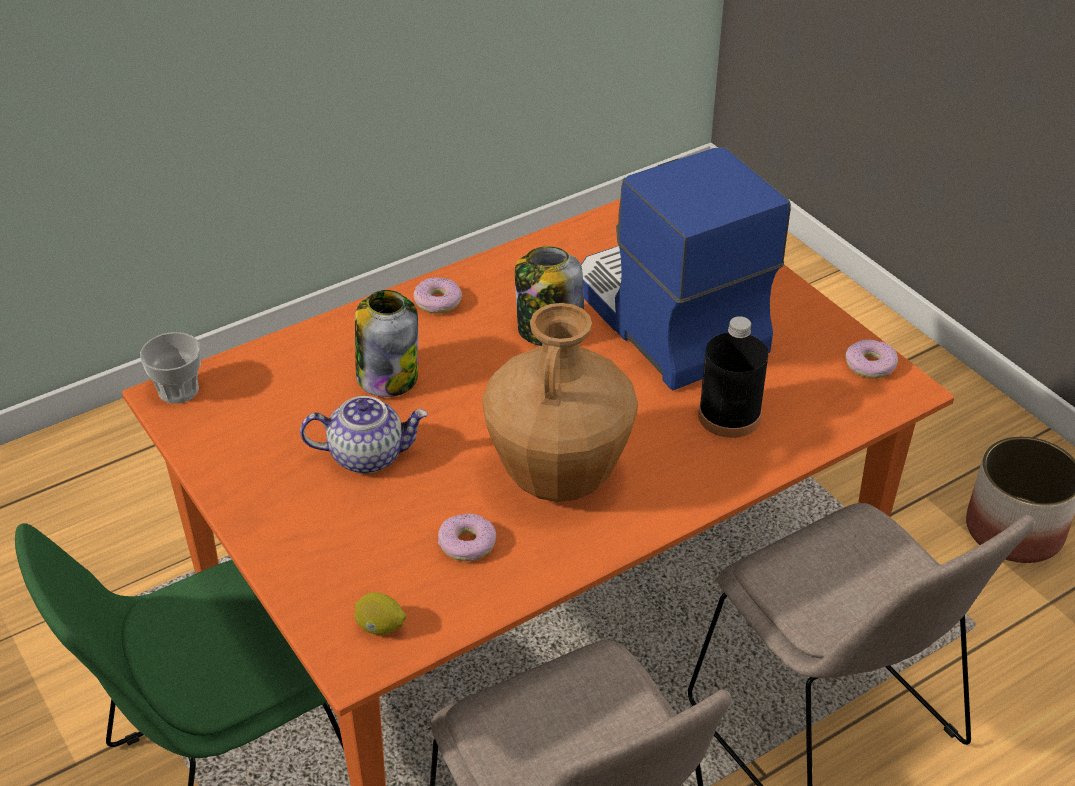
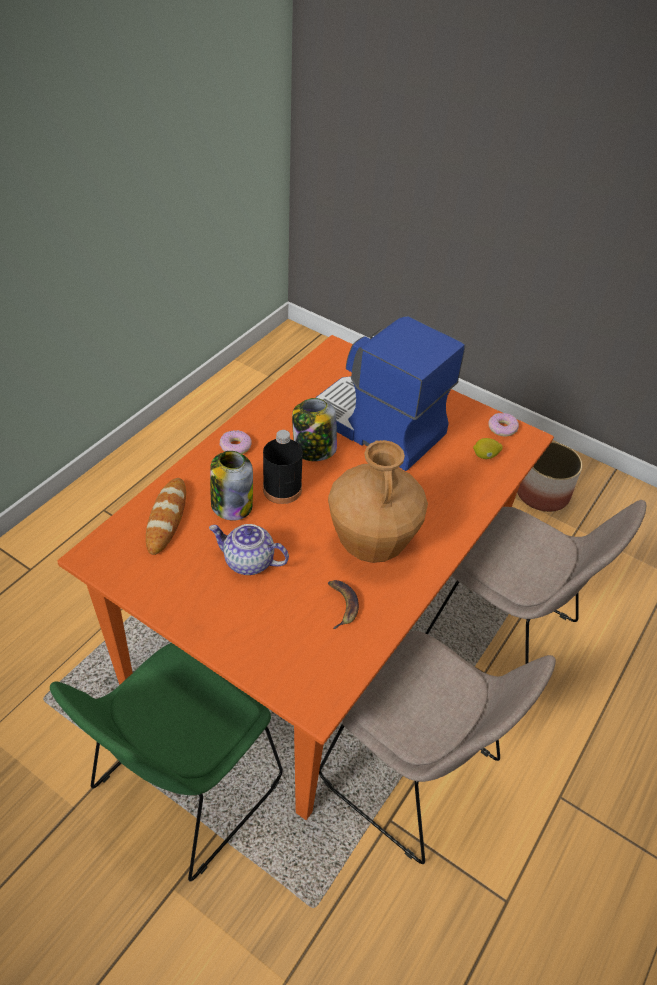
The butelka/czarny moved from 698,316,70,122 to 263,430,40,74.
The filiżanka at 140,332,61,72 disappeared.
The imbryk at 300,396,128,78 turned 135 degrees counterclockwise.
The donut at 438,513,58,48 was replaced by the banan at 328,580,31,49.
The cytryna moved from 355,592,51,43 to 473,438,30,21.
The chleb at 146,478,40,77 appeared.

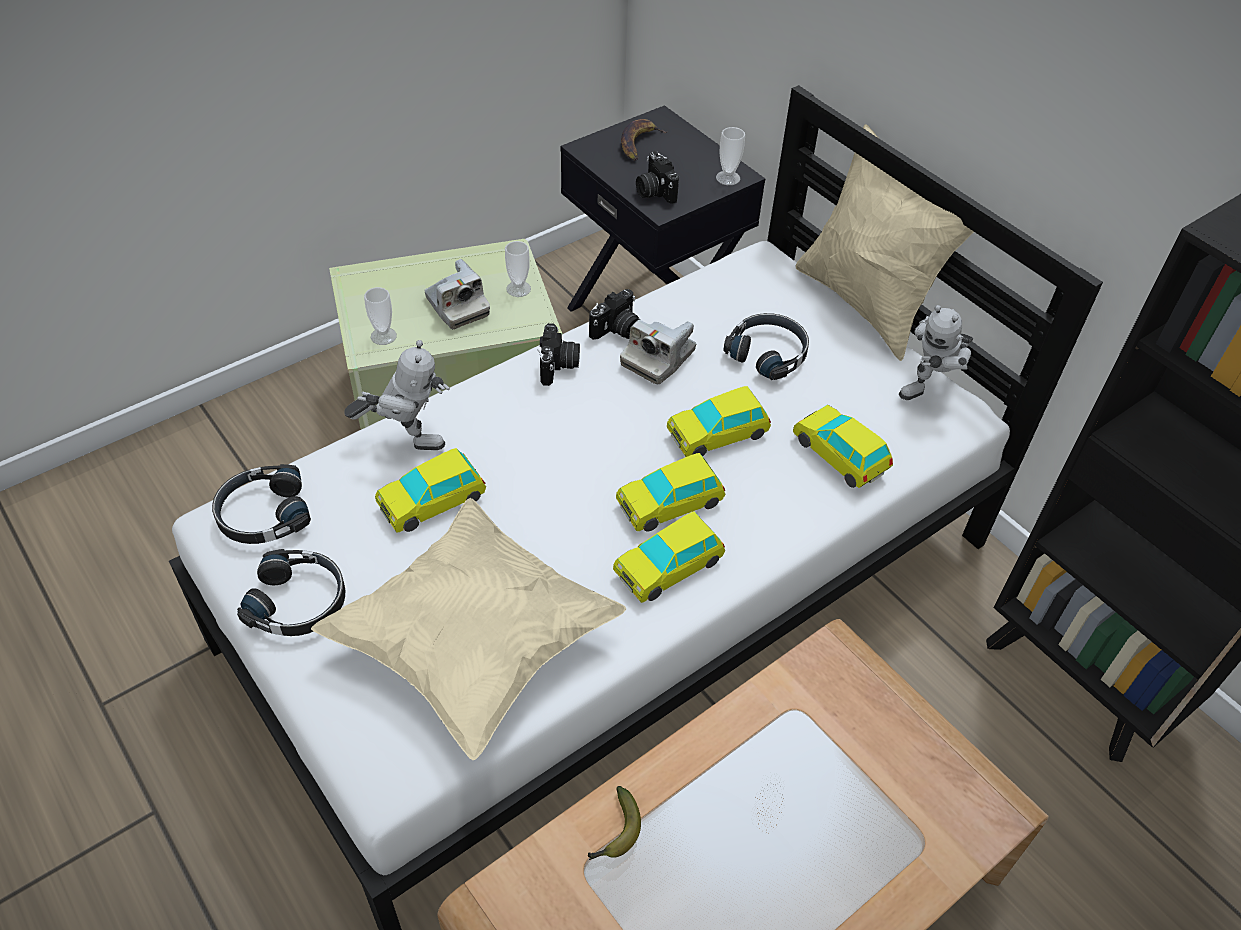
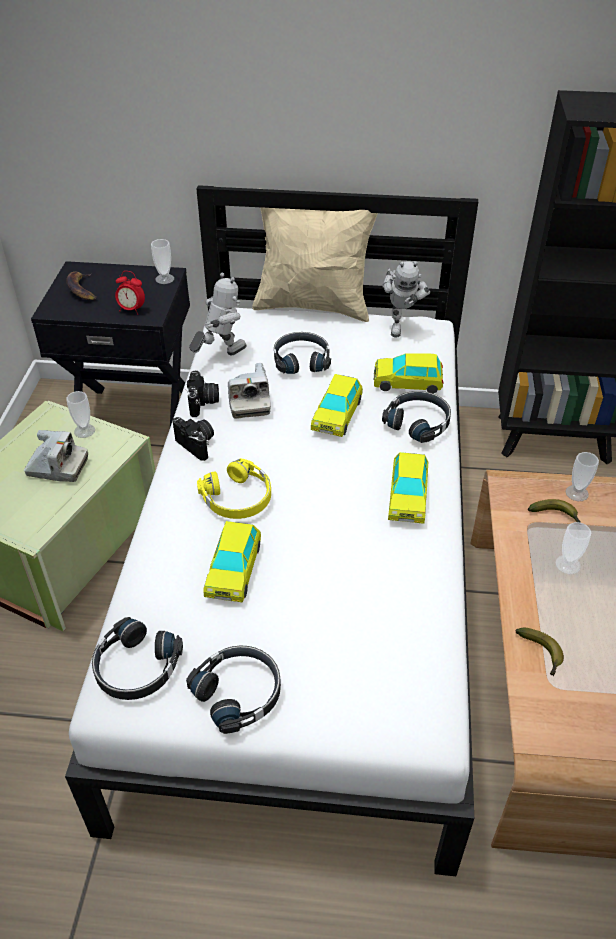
The aparat fotograficzny at 636,151,43,53 was replaced by the budzik at 115,271,30,44.
The filiżanka moved from 364,287,33,58 to 566,452,33,49.
The robot zabawkowy moved from 344,340,106,110 to 189,273,57,82.
The samochodzik at 616,453,109,79 disappeared.
The poduszka/beżowy at 311,498,315,262 disappeared.
The słuchawki/czarny at 382,391,69,52 appeared.
The słuchawki/żółty at 197,458,74,61 appeared.
The banan at 528,499,53,24 appeared.

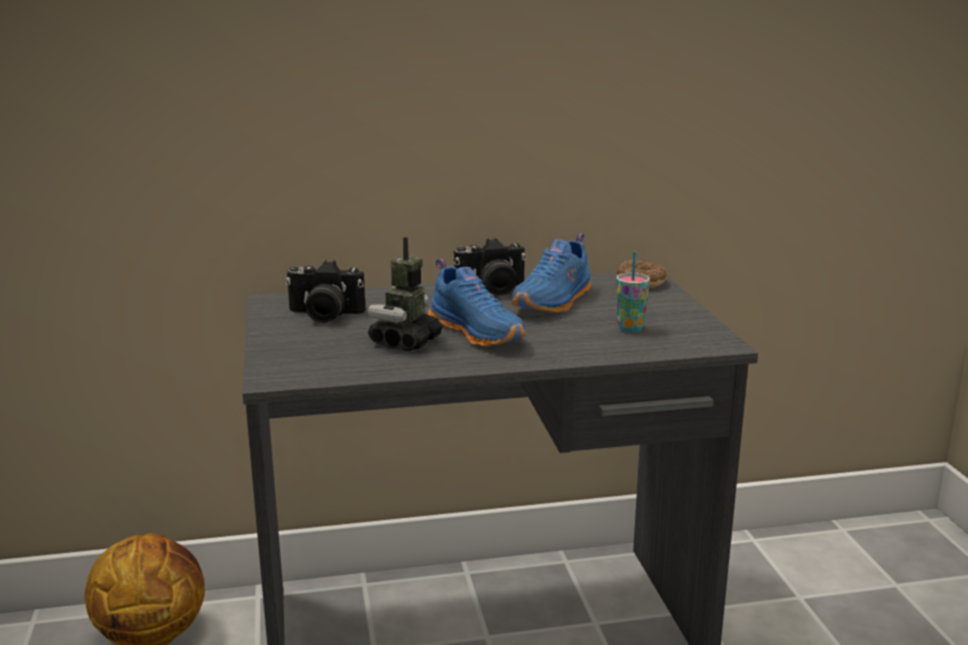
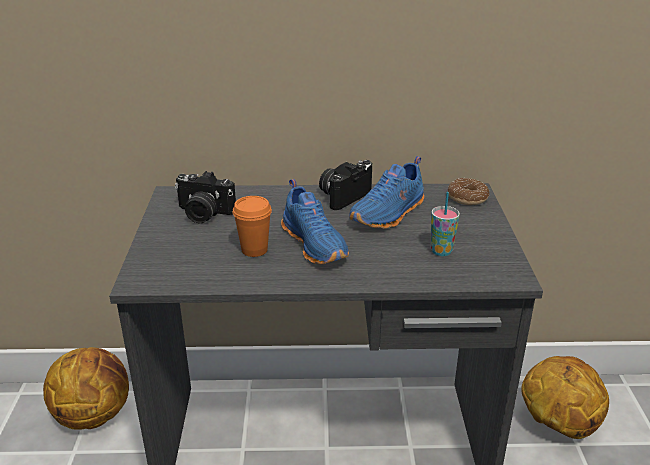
The robot zabawkowy at 368,237,74,114 was replaced by the filiżanka/pomarańczowy at 233,196,39,61.
The aparat fotograficzny at 454,238,72,58 turned 135 degrees clockwise.
The piłka do koszykówki at 521,356,88,83 appeared.

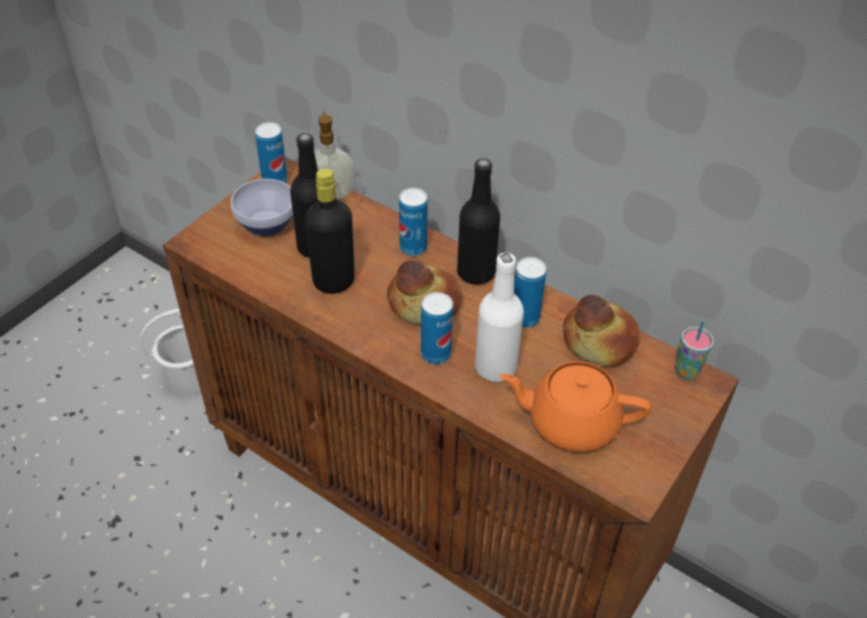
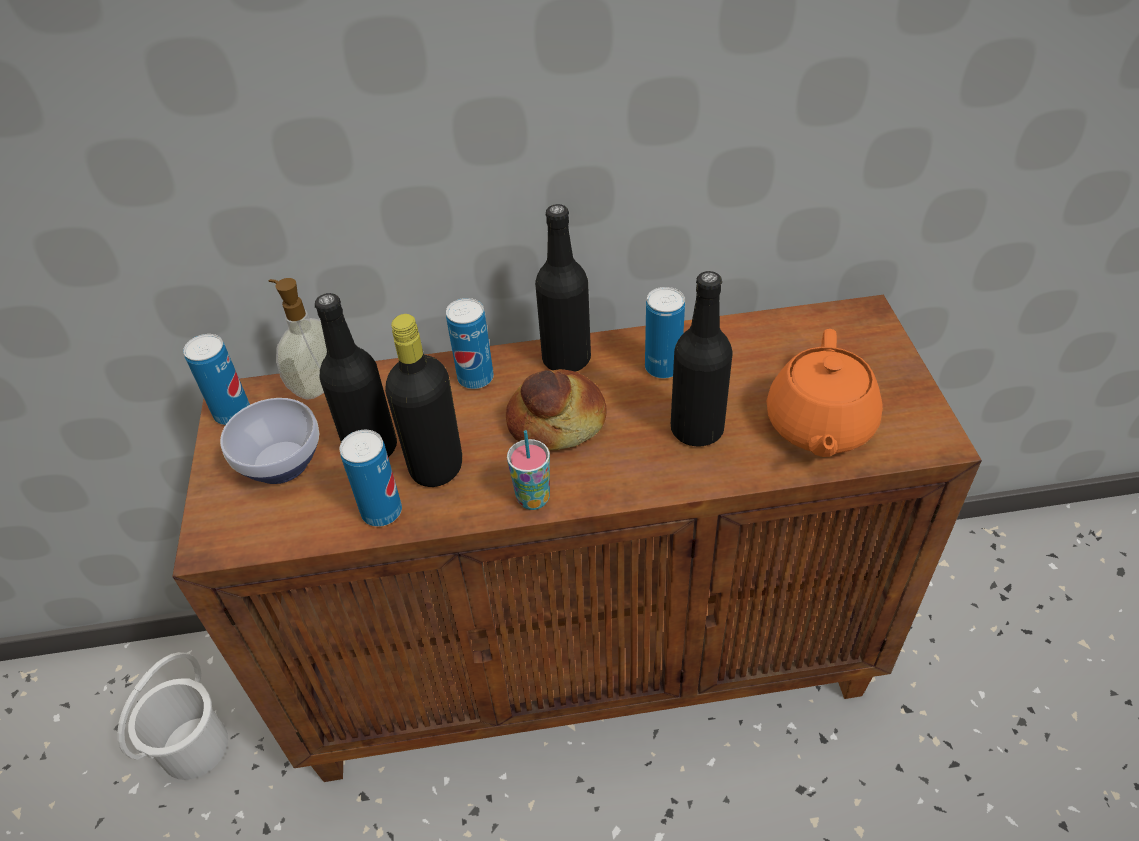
The butelka/biały at 475,252,49,130 became the butelka/czarny at 671,271,61,176.
The puszka moved from 421,292,32,72 to 340,430,62,97.
The chleb at 563,295,77,71 disappeared.
The filiżanka moved from 675,320,39,60 to 507,430,43,80.
The imbryk/pomarańczowy at 500,361,151,91 turned 45 degrees counterclockwise.

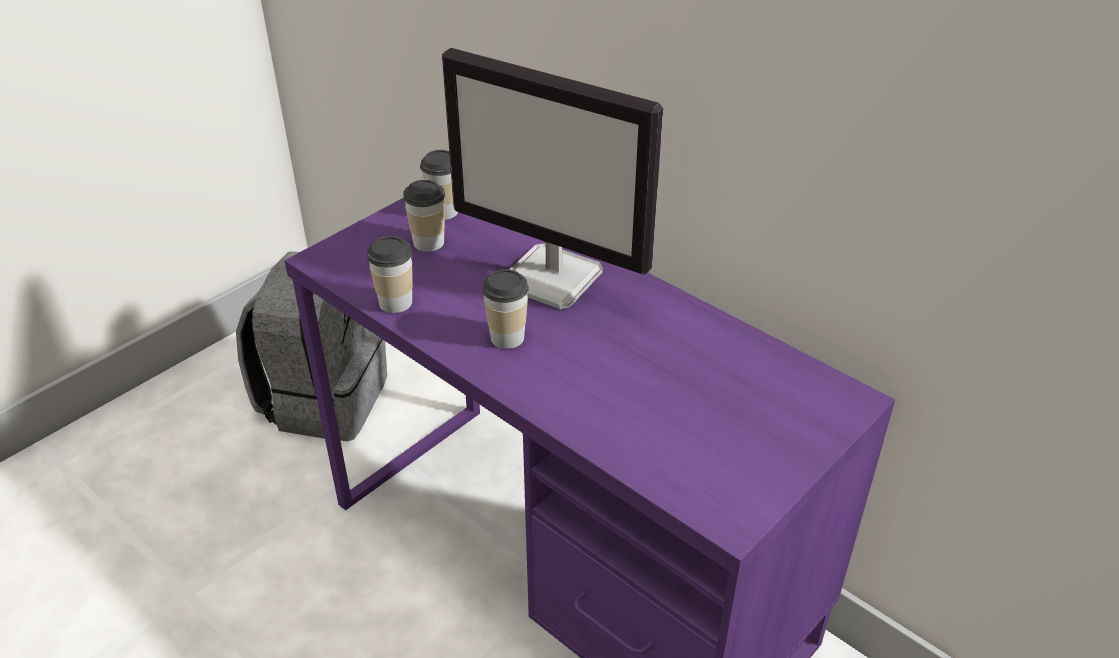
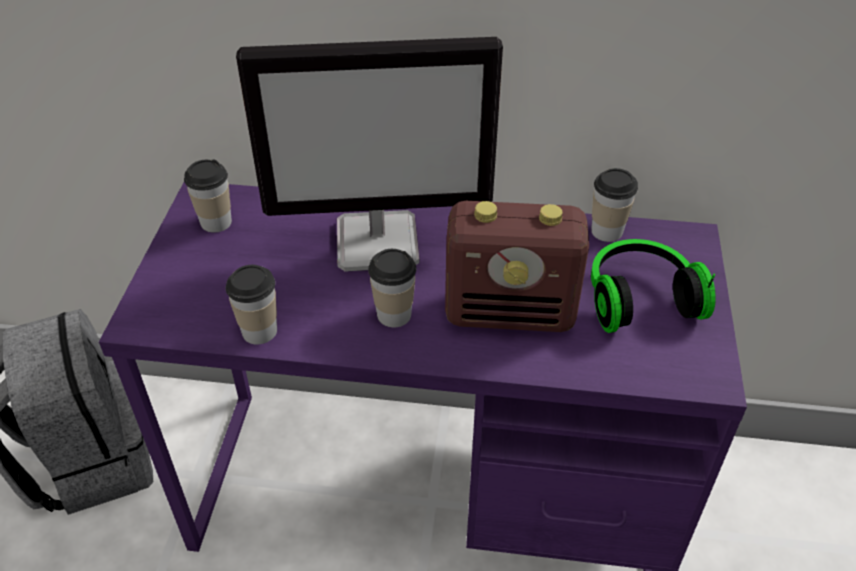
The filiżanka moved from 403,180,42,72 to 591,168,47,74.
The radio at 445,201,144,131 appeared.
The słuchawki at 591,239,125,94 appeared.

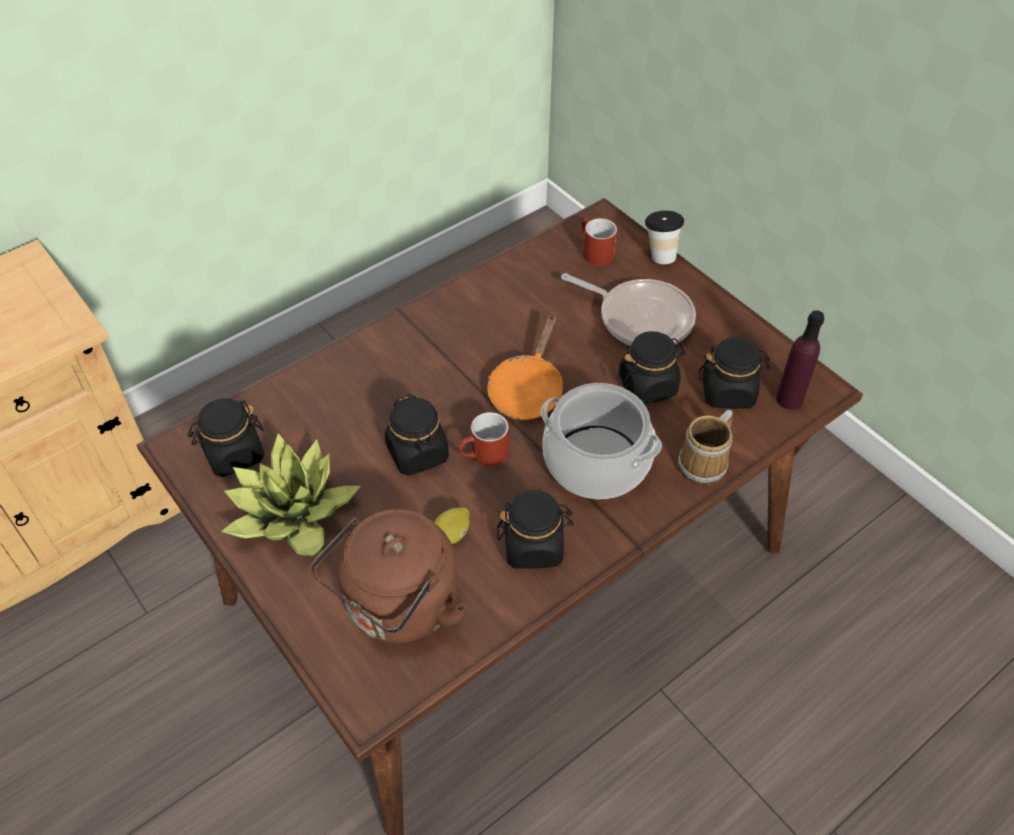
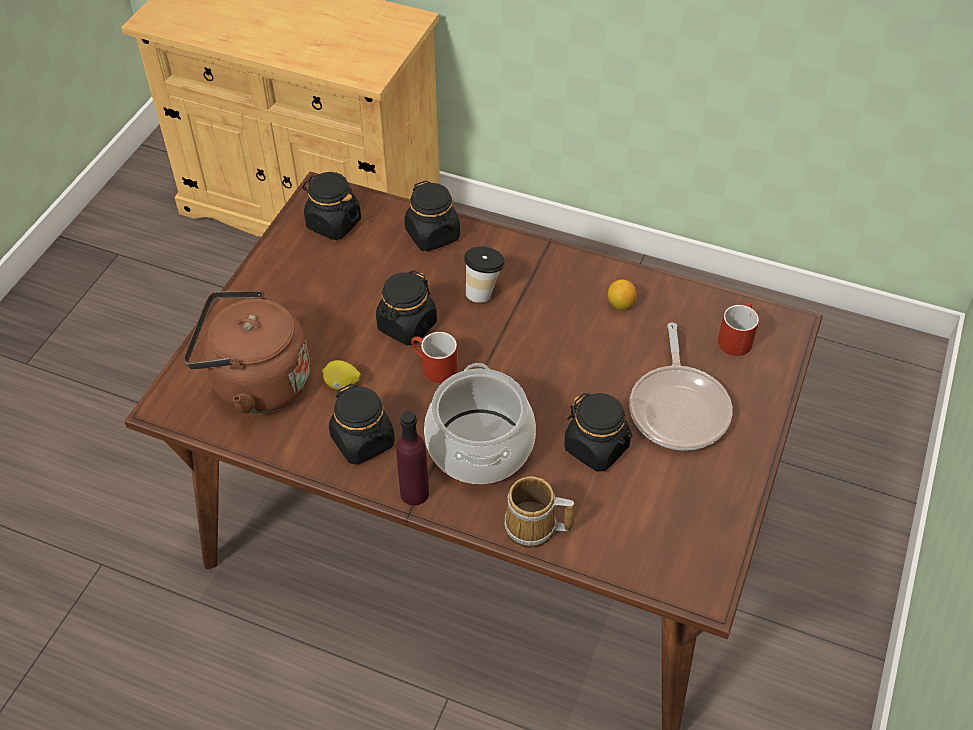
The filiżanka moved from 645,211,39,53 to 464,246,41,57.
The butelka/fioletowy moved from 776,310,48,100 to 396,411,33,95.
The patelnia/pomarańczowy at 487,313,76,107 disappeared.
The słoik/czarny moved from 699,337,72,72 to 405,181,55,70.
The roślina doniczkowa at 221,434,140,122 disappeared.
The cytryna at 608,279,28,31 appeared.

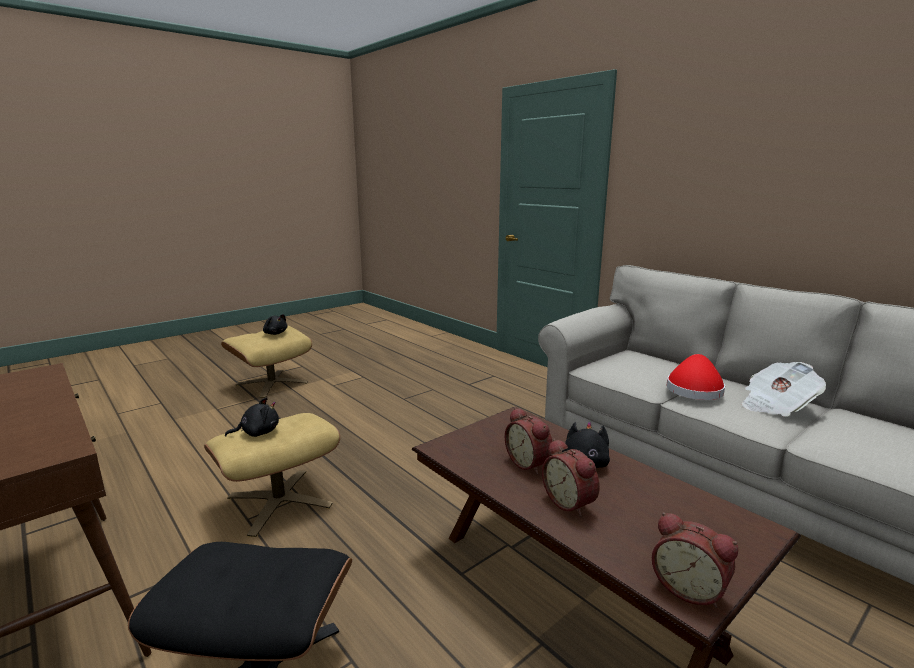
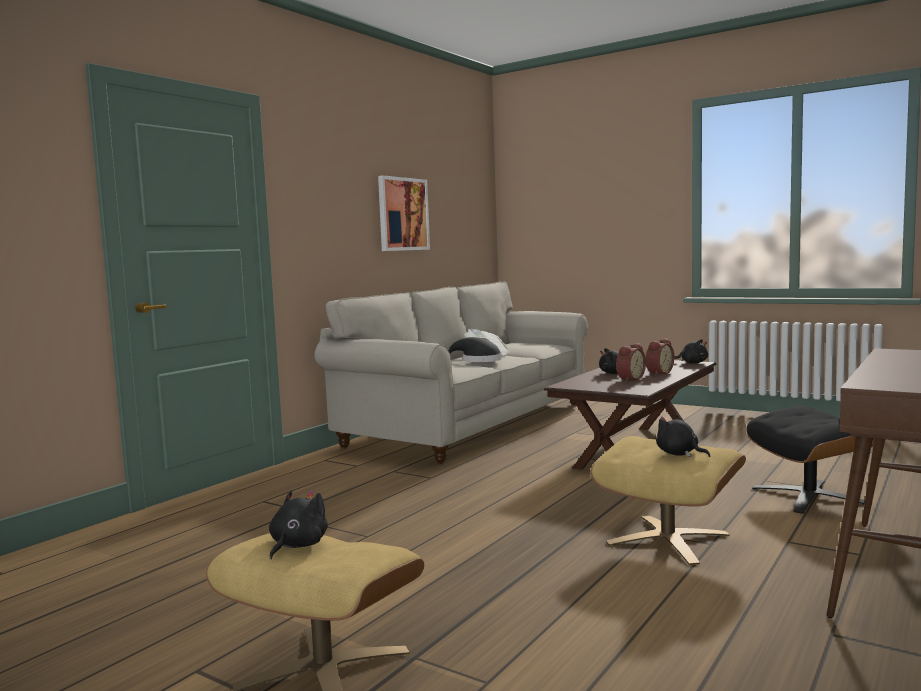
The kapelusz/czerwony at 667,354,58,46 became the kapelusz/czarny at 448,337,54,25.
The budzik at 652,512,86,96 was replaced by the pluszak/czarny at 674,339,34,24.
The obraz at 378,175,52,76 appeared.

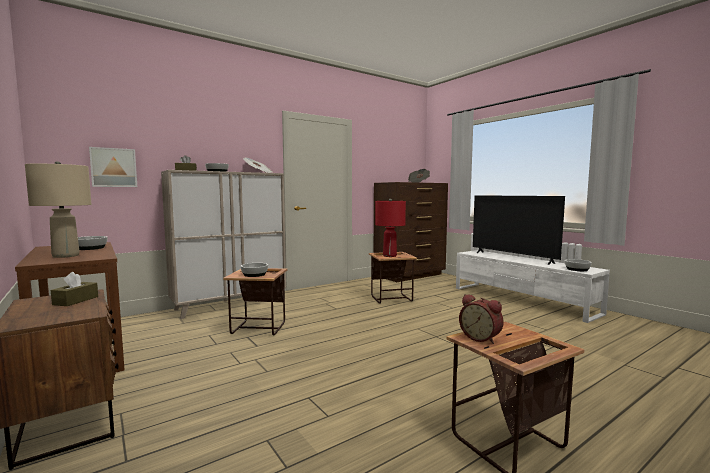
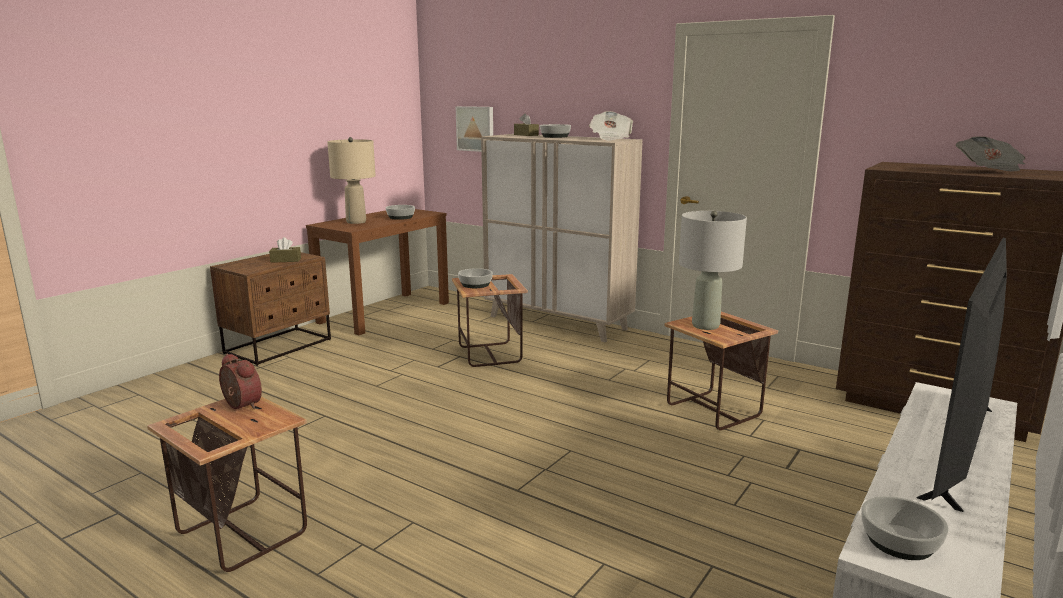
The lampa stołowa/czerwony at 375,199,31,58 became the lampa stołowa/szary at 679,211,68,119.
The budzik at 459,294,45,50 turned 105 degrees clockwise.

